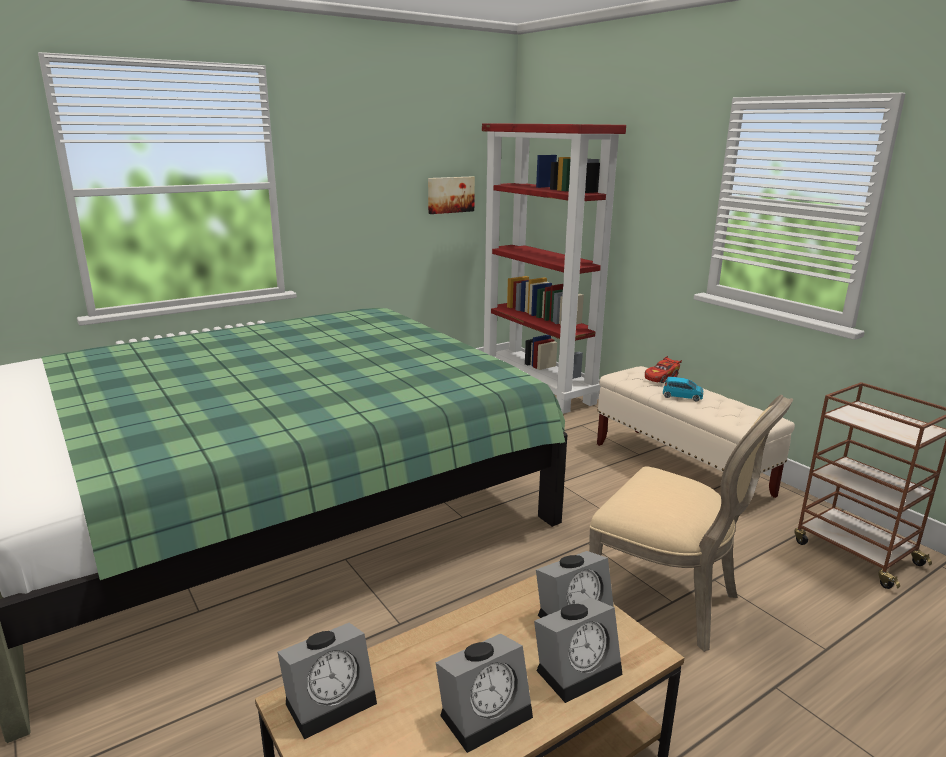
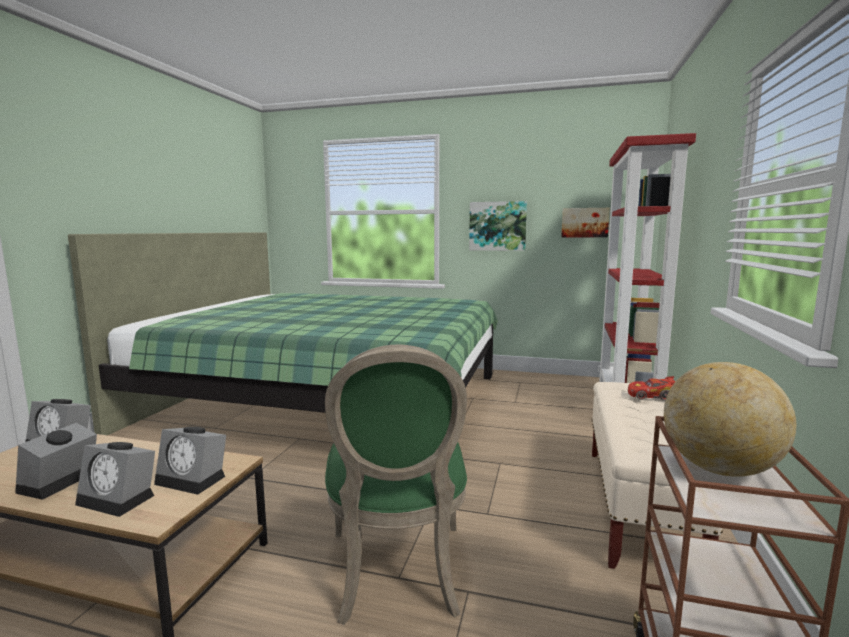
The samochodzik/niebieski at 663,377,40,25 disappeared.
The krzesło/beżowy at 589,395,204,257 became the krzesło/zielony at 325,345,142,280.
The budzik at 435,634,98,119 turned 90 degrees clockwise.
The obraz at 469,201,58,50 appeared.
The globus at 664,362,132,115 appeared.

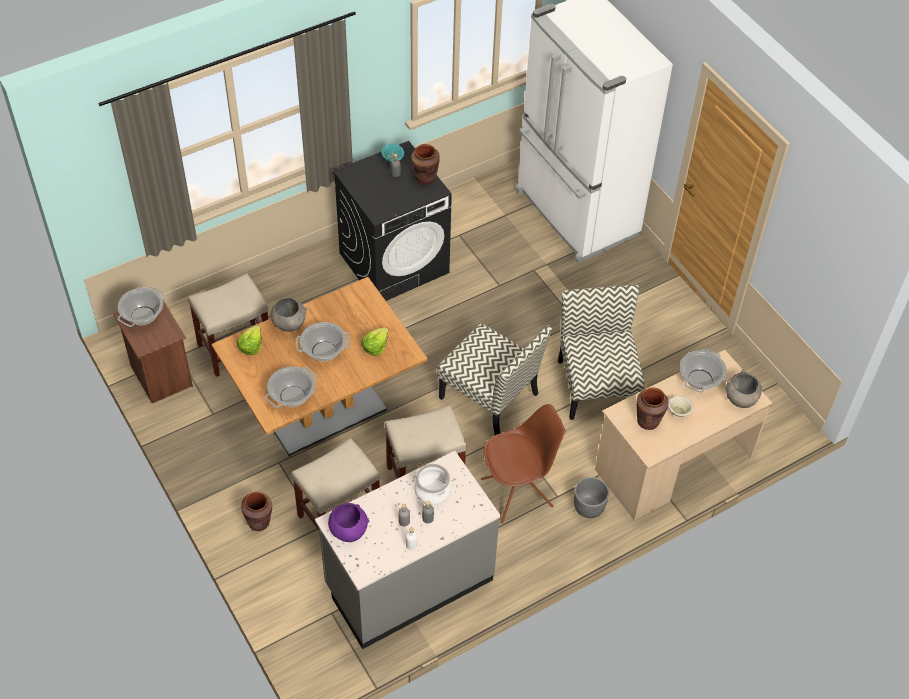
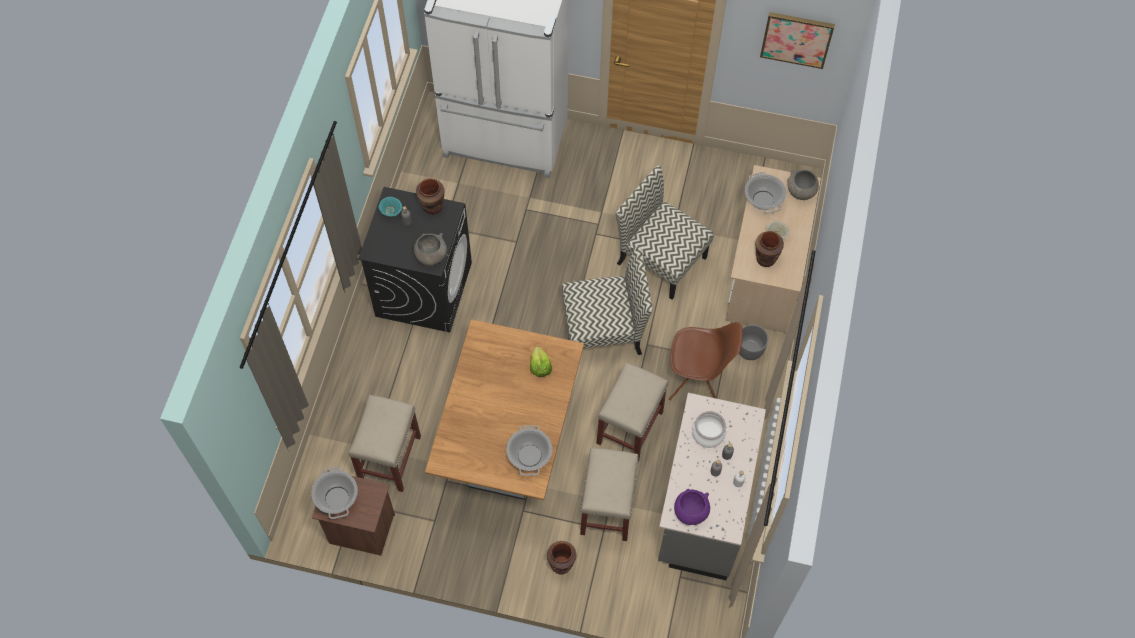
The miska/szary moved from 271,297,36,35 to 414,233,33,33.
The garnek at 296,322,55,39 disappeared.
The sałata at 237,325,25,30 disappeared.
The krzesło/brązowy at 481,404,84,119 turned 75 degrees clockwise.
The obraz at 760,12,75,57 appeared.

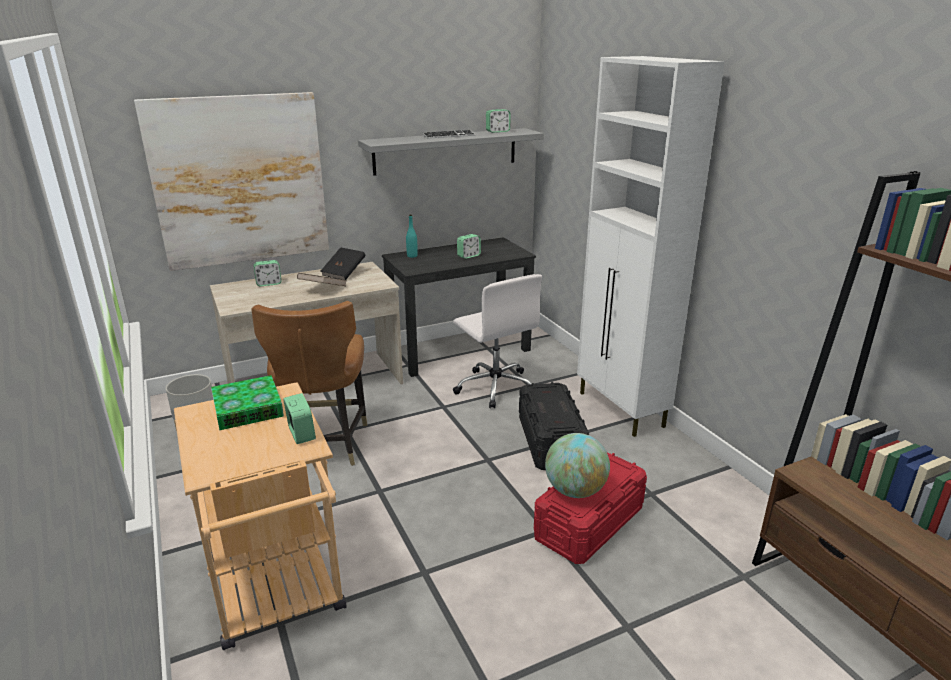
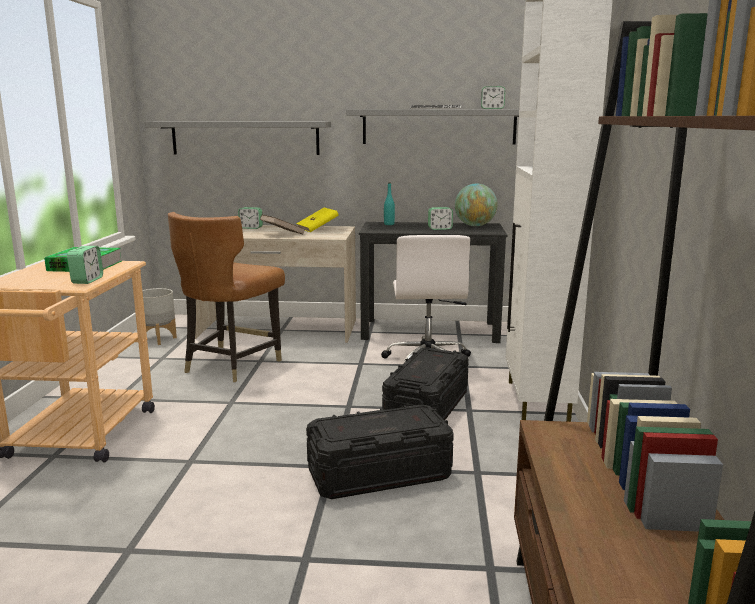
The obraz at 134,92,195,179 was replaced by the półka/szary at 145,121,186,34.
The książka/czarny at 320,247,45,33 became the książka/żółty at 296,207,43,25.
The globus moved from 545,433,65,65 to 455,183,43,43.
The pojemnik do przechowywania/czerwony at 534,452,113,112 became the pojemnik do przechowywania/czarny at 306,404,148,95.

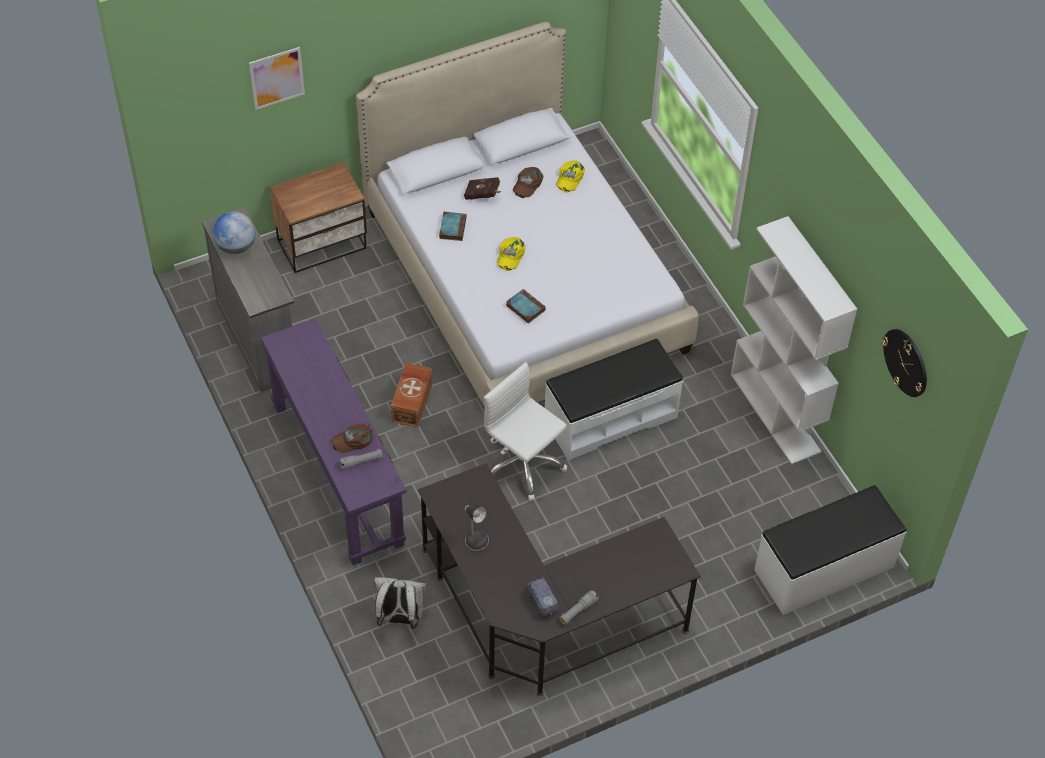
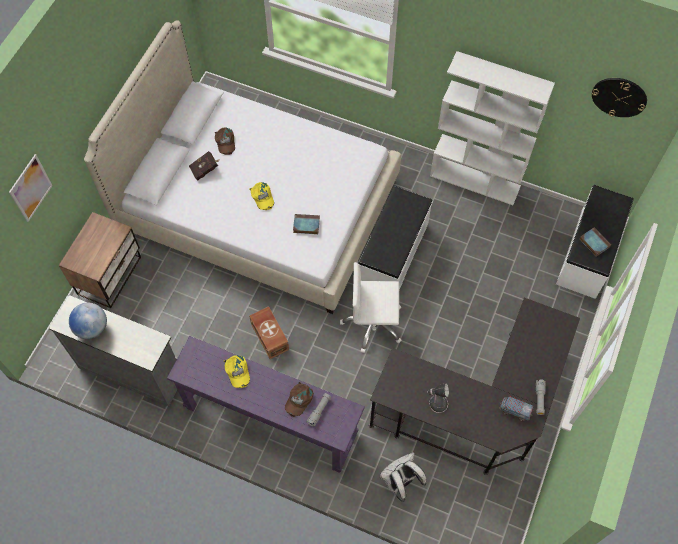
The czapka z daszkiem/żółty moved from 556,161,29,32 to 224,355,26,33.
The książka moved from 439,212,28,29 to 580,227,31,30.

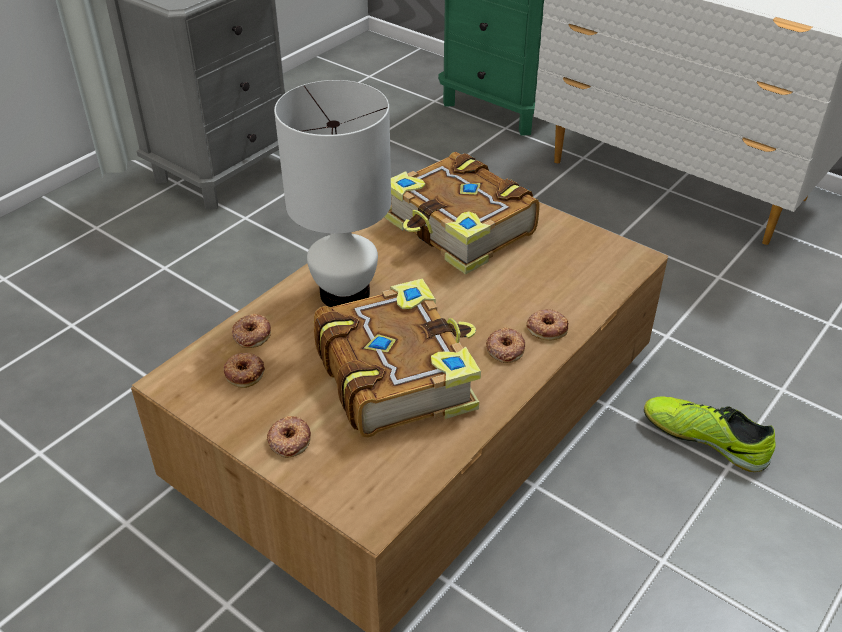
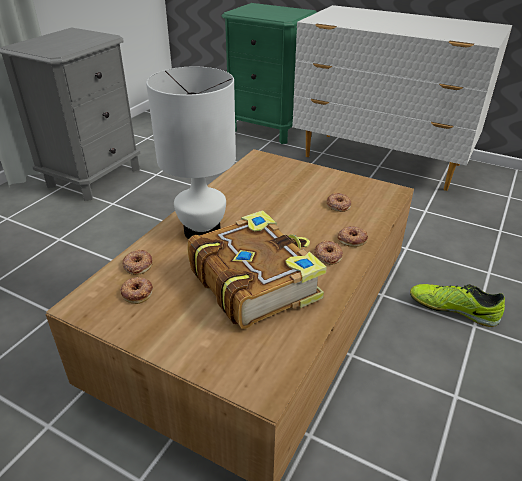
The książka at 384,152,156,123 disappeared.
The donut moved from 267,416,44,42 to 326,193,25,19.

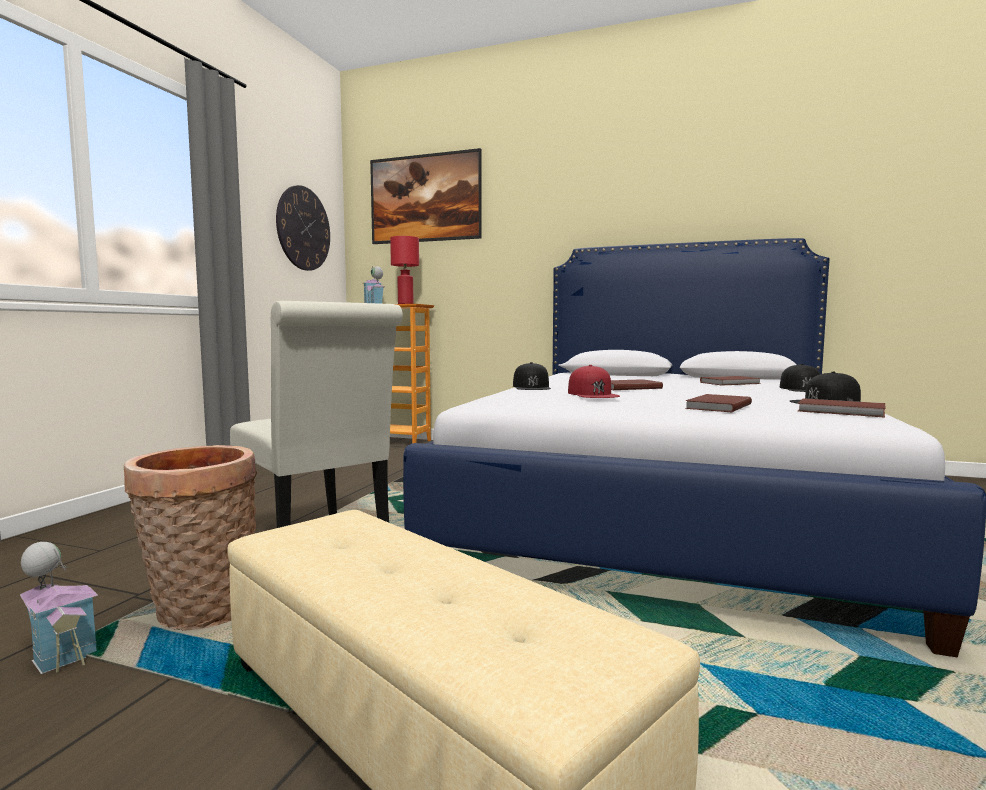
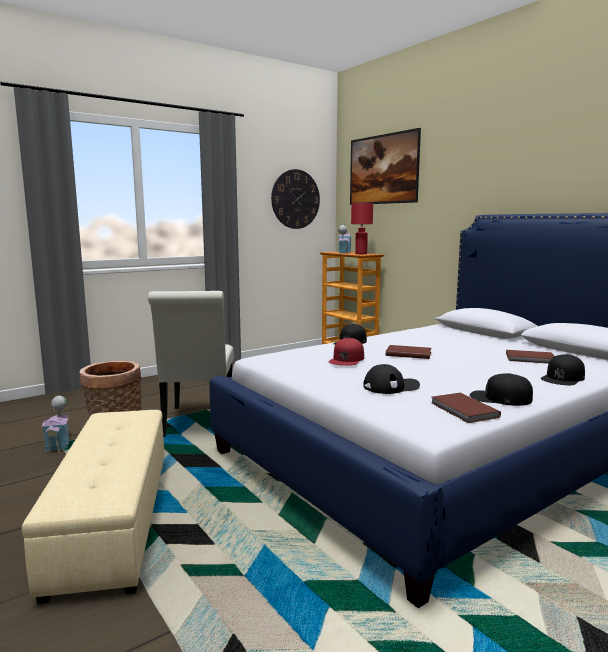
The książka/brązowy at 685,394,67,18 was replaced by the czapka z daszkiem/czarny at 363,364,57,30.

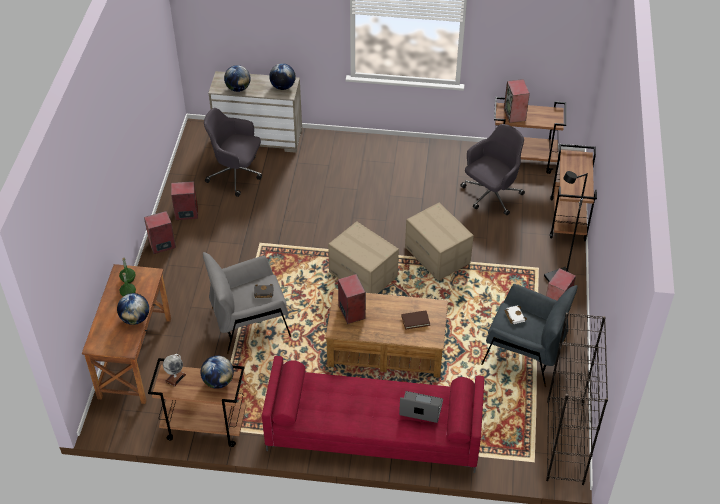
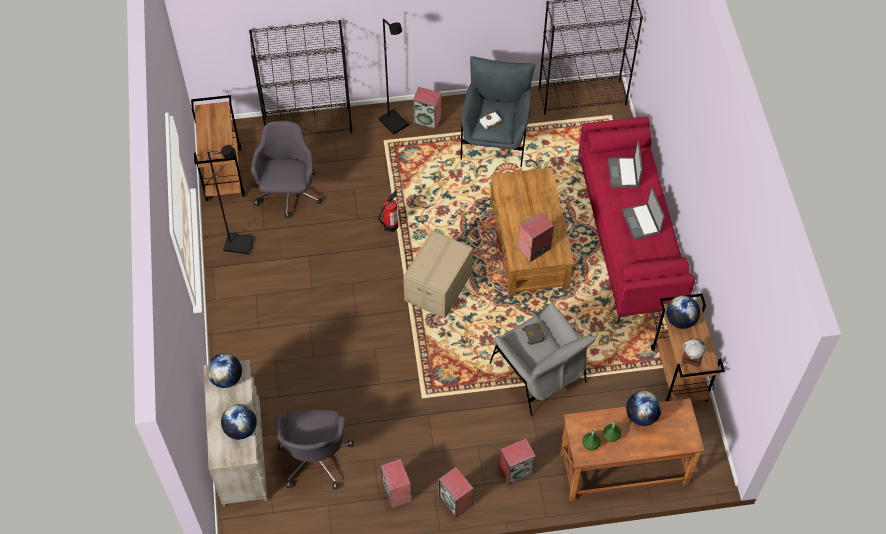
The głośnik moved from 504,79,26,44 to 499,438,37,48.
The krzesło biurowe/szary at 460,124,65,91 turned 60 degrees clockwise.
The wózek/brązowy at 550,144,47,97 was replaced by the regał/czarny at 249,20,103,115.
The karton at 405,203,69,78 was replaced by the gaśnica at 378,190,20,42.
The książka/brązowy at 401,310,29,20 disappeared.
The lampa stojąca/czarny at 207,145,47,110 appeared.
The laptop at 622,188,43,51 appeared.

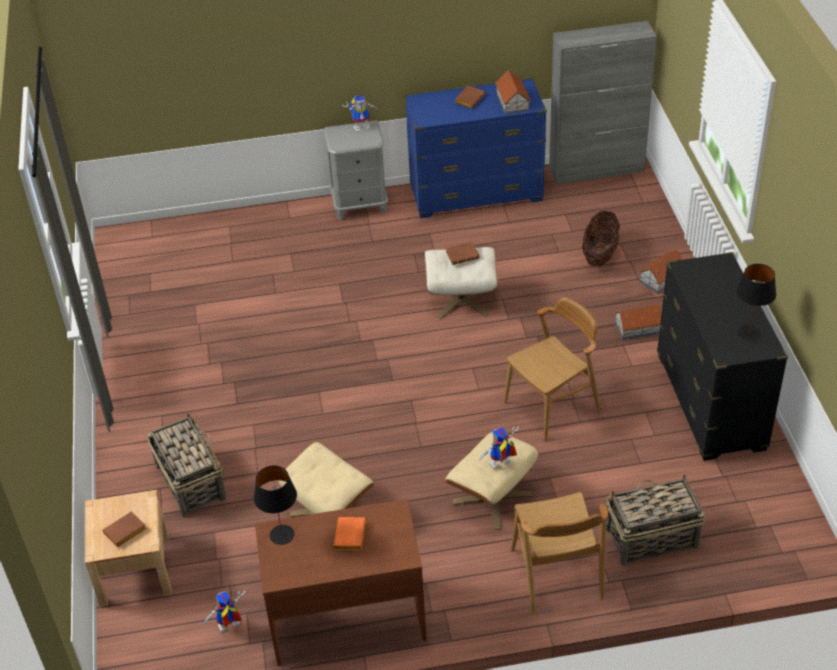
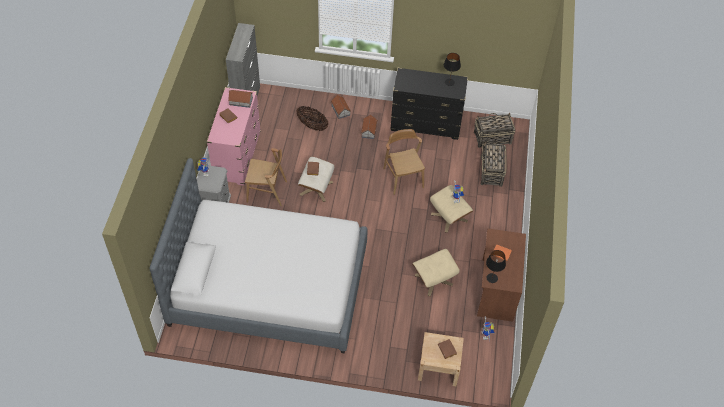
The komoda/niebieski at 405,78,142,140 became the komoda/różowy at 207,87,54,98.
The koszyk moved from 147,412,79,105 to 474,113,41,35.
The krzesło/brązowy moved from 511,492,97,122 to 245,148,42,58.
The łóżko at 149,158,219,196 appeared.

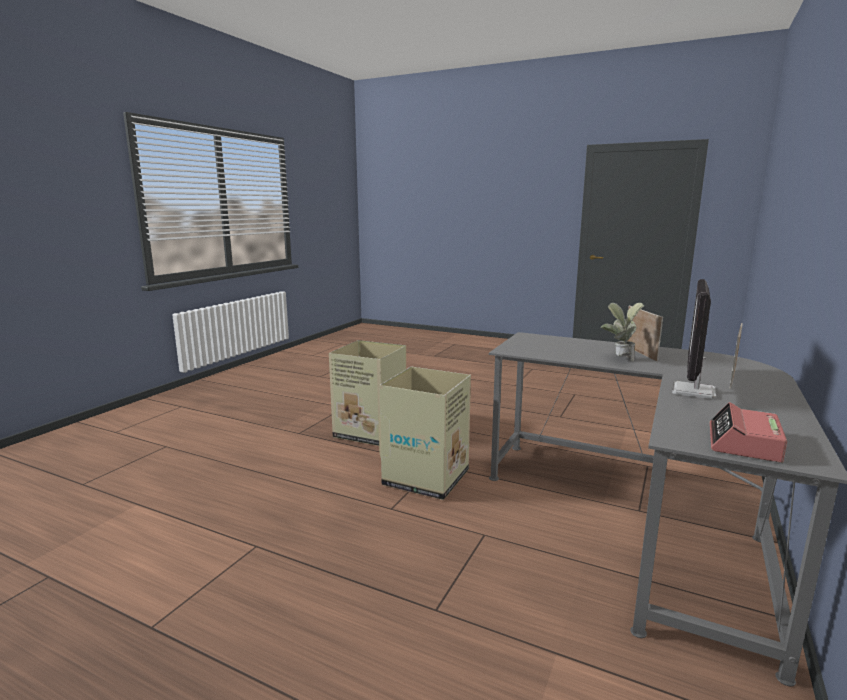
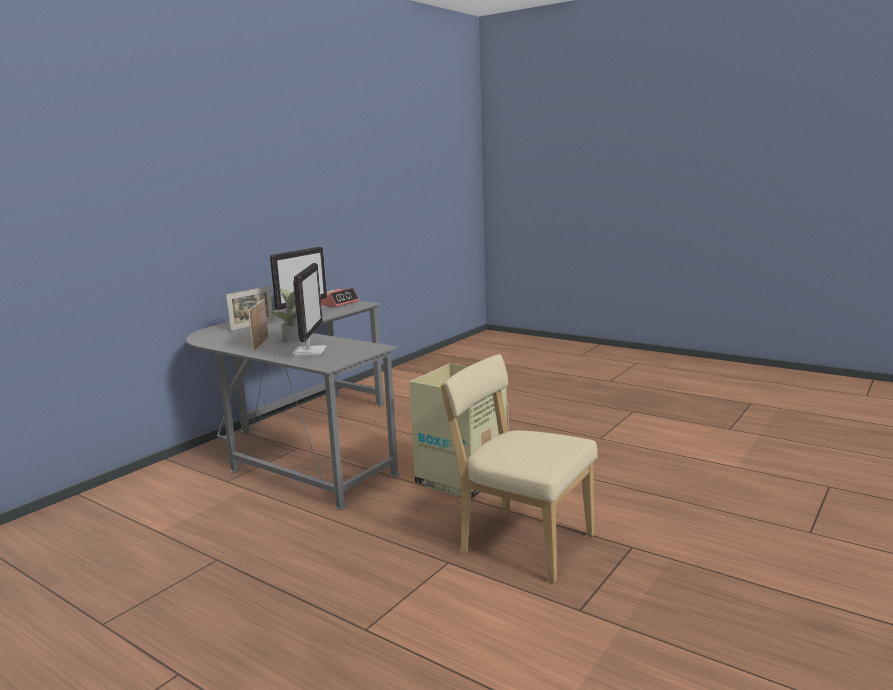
The karton at 329,340,77,106 was replaced by the krzesło/beżowy at 441,354,156,229.
The monitor at 292,263,35,93 appeared.

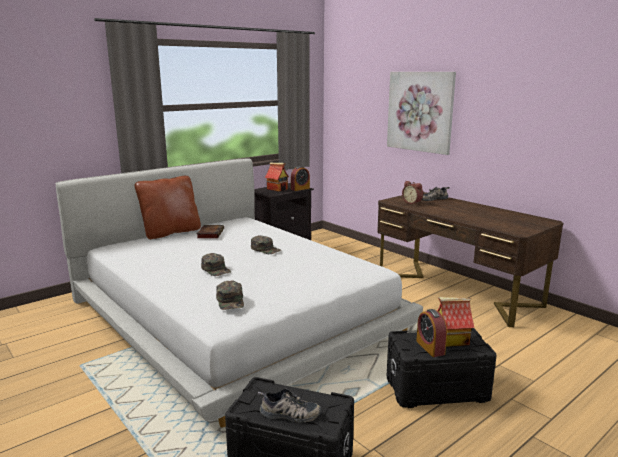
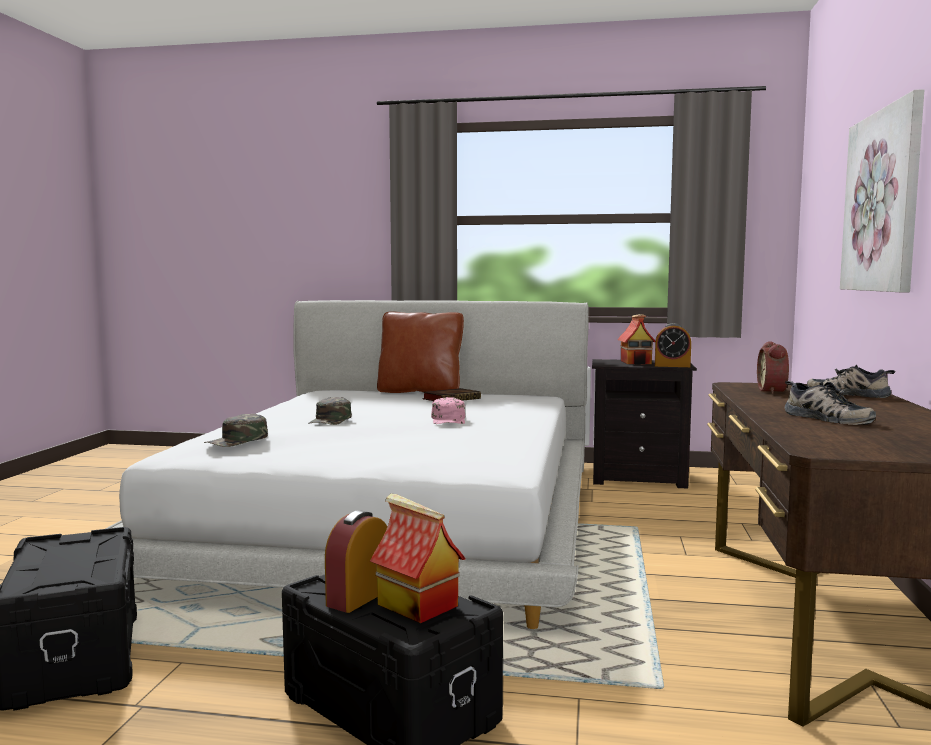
The czapka z daszkiem/zielony at 251,235,30,19 became the czapka z daszkiem/różowy at 431,397,34,27.
The but moved from 257,389,64,34 to 784,381,92,44.

